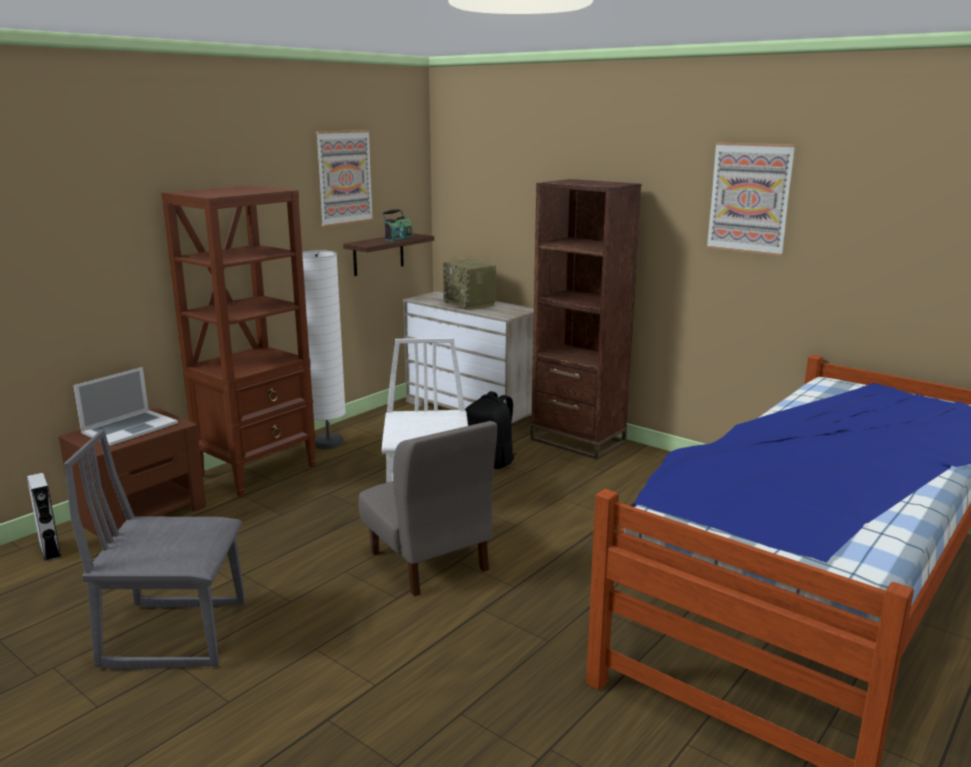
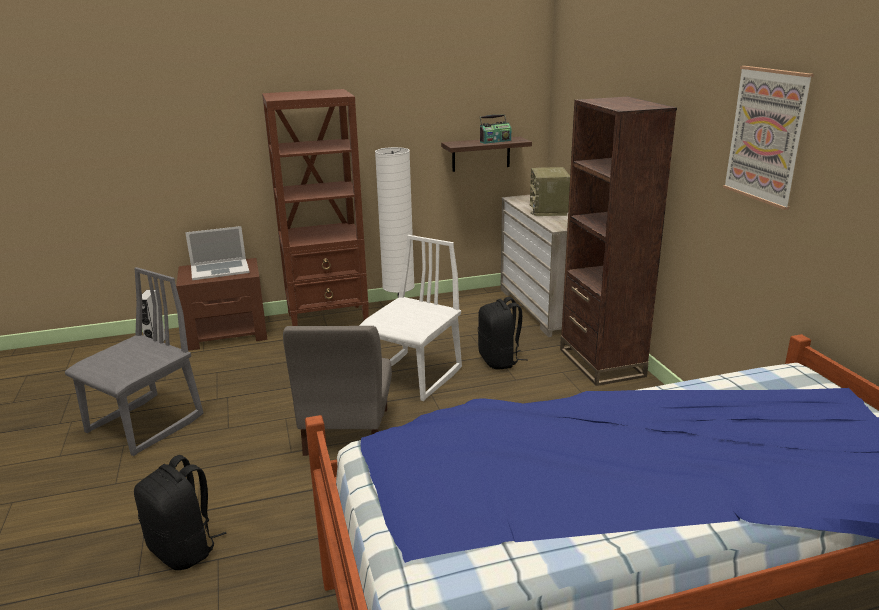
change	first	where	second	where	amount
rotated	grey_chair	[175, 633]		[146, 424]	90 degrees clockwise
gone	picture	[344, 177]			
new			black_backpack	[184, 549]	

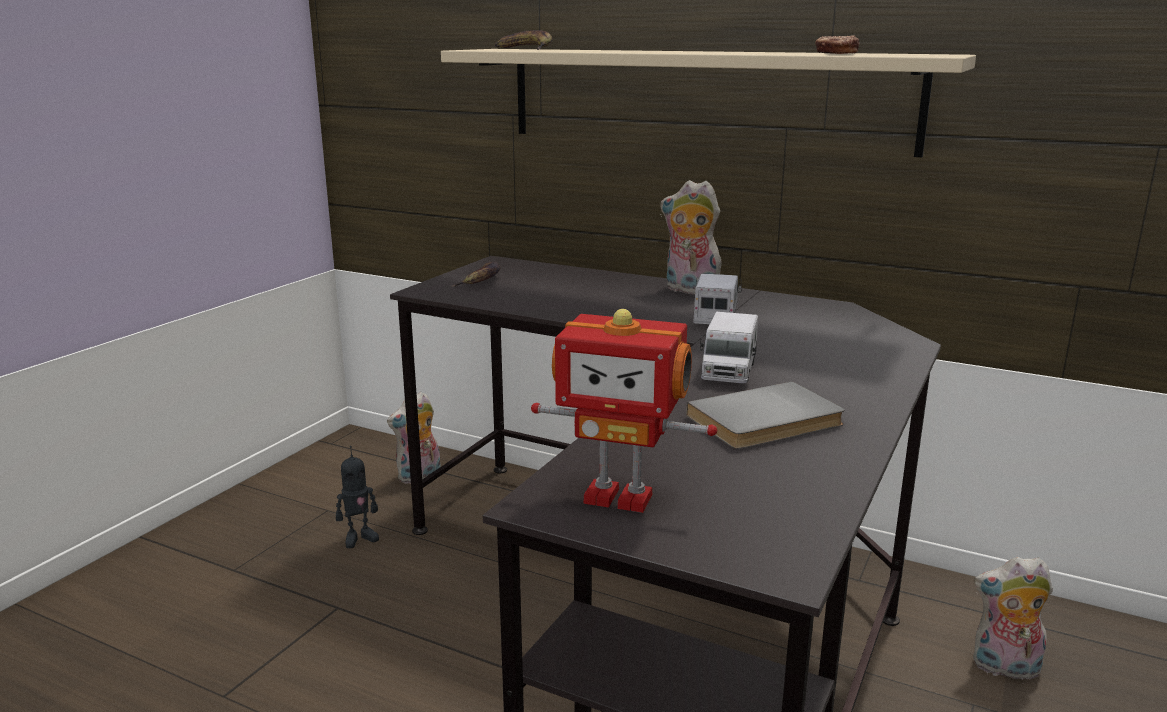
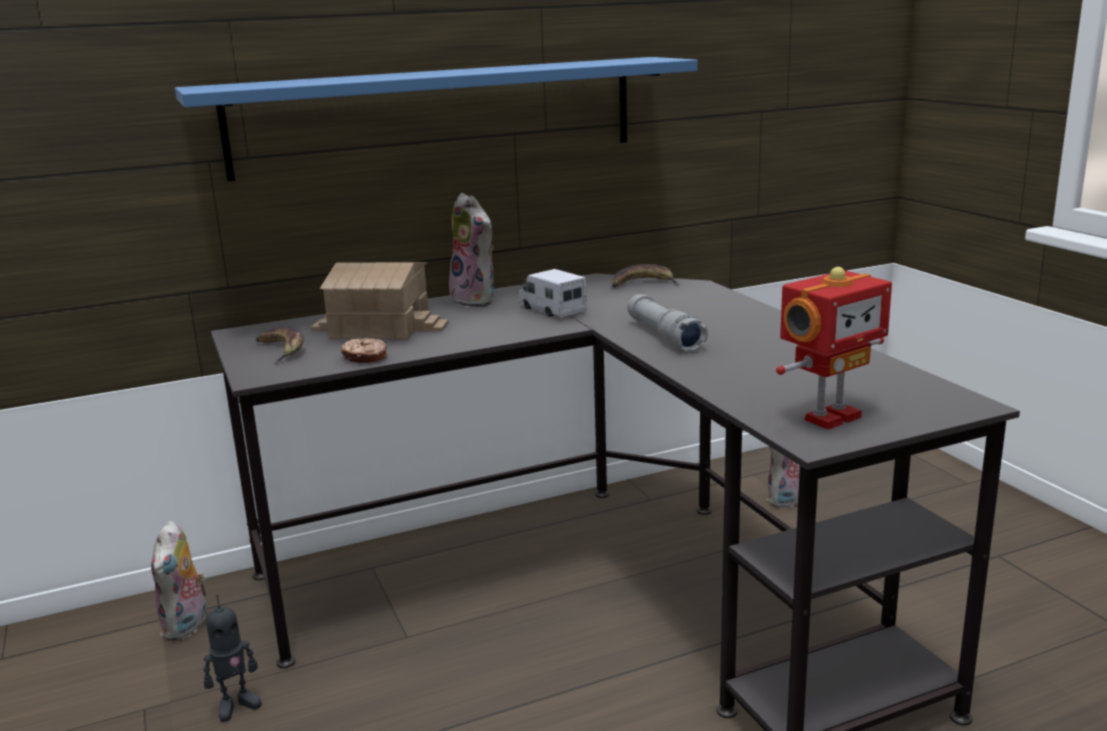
change	first	where	second	where	amount
rotated	toy_robot	[359, 538]		[237, 705]	45 degrees clockwise
repainted	beige_shelf	[703, 98]	blue_shelf	[438, 116]	
shifted	banana	[527, 49]		[643, 283]	
rotated	plush_toy	[689, 290]		[477, 300]	105 degrees counterclockwise
gone	grey_book	[768, 422]			
swapped	toy_truck	[728, 370]	grey_flashlight	[664, 336]	
shifted	donut	[836, 53]		[365, 357]	
new			toy_house	[380, 326]	

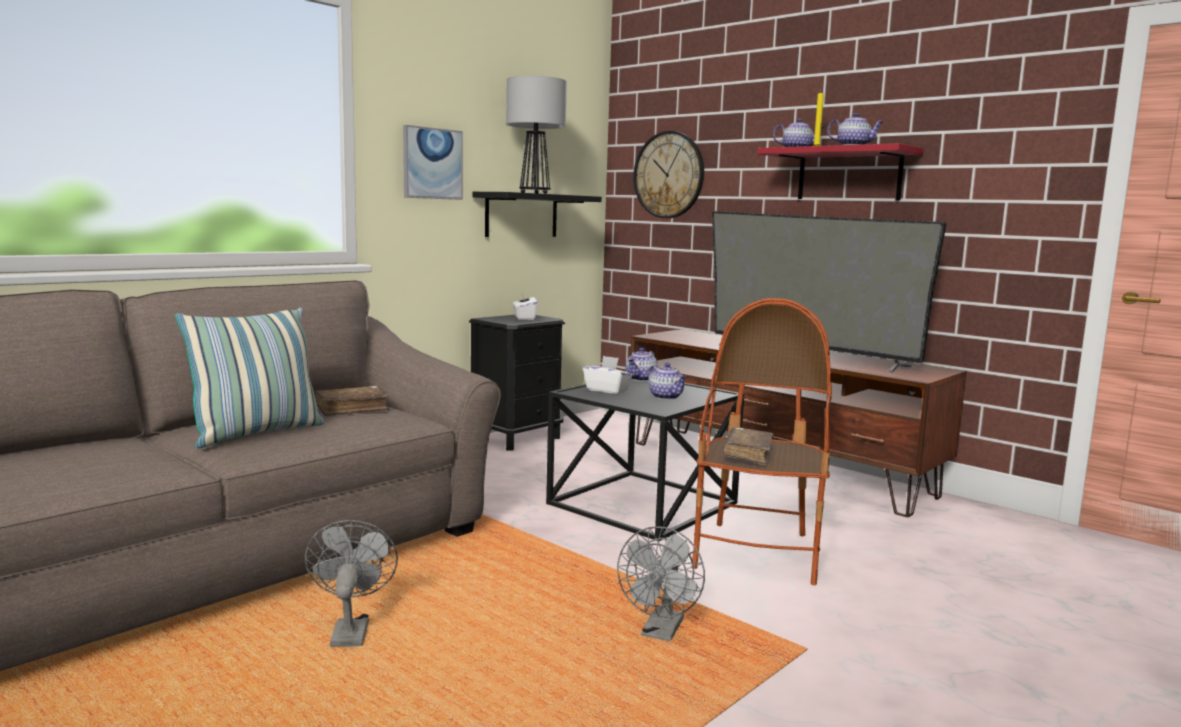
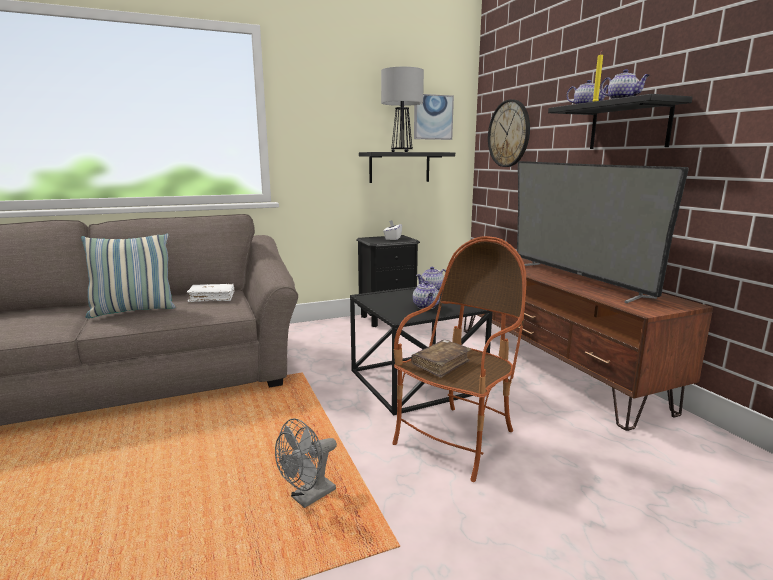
change	first	where	second	where	amount
gone	grey_fan	[350, 630]			
repainted	brown_book	[351, 409]	white_book	[212, 298]	
shifted	picture	[432, 163]		[433, 117]	
gone	white_tissue_box	[607, 390]			
repainted	red_shelf	[849, 175]	black_shelf	[629, 126]	

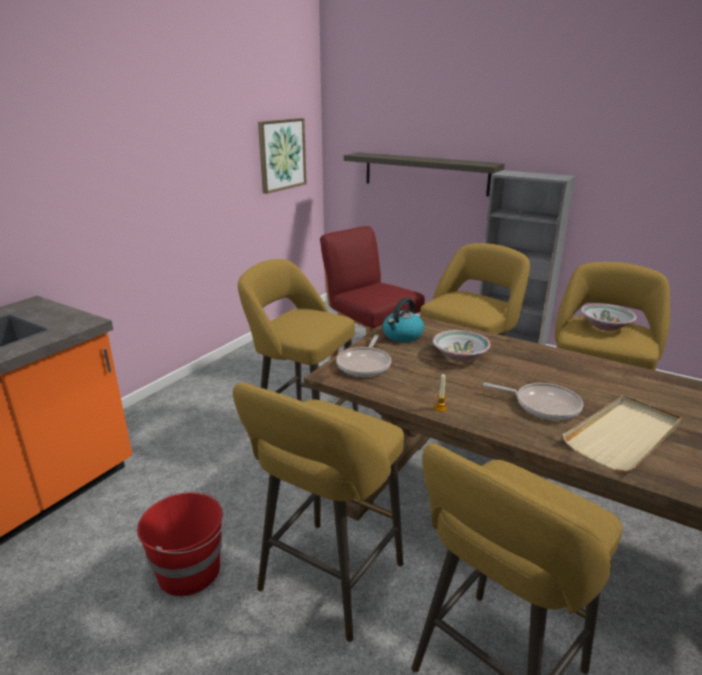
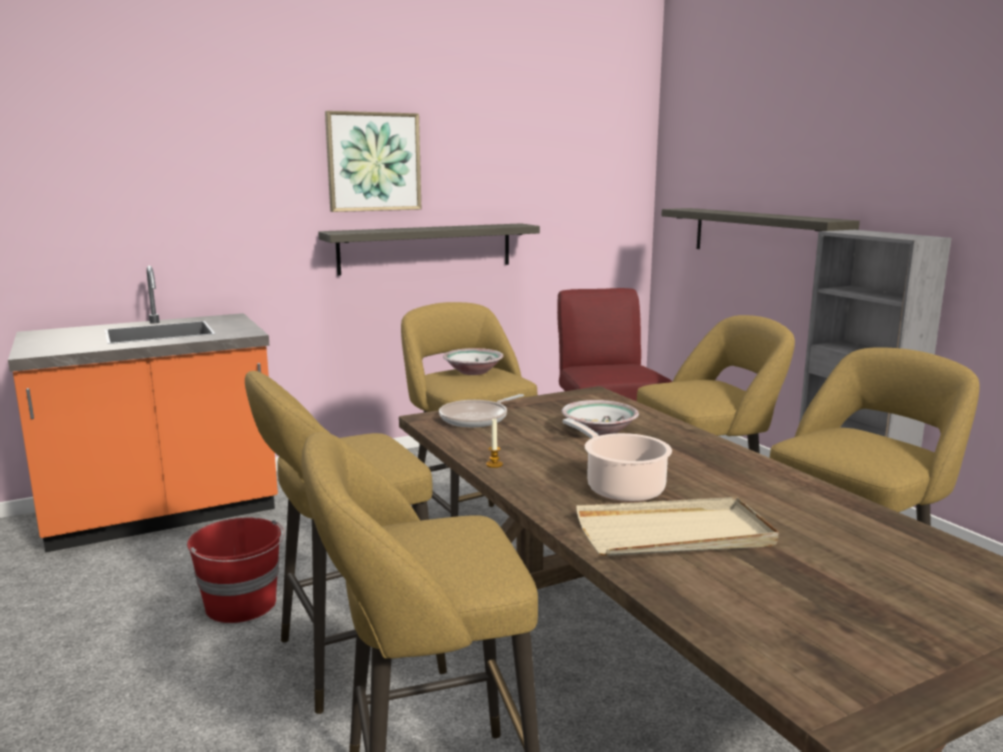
change	first	where	second	where	amount
shifted	picture	[281, 154]		[373, 162]	
gone	kettle	[402, 335]			
swapped	frying_pan	[543, 405]	cooking_pot	[621, 488]	
shifted	bowl	[605, 326]		[472, 372]	
new			shelf	[426, 248]	

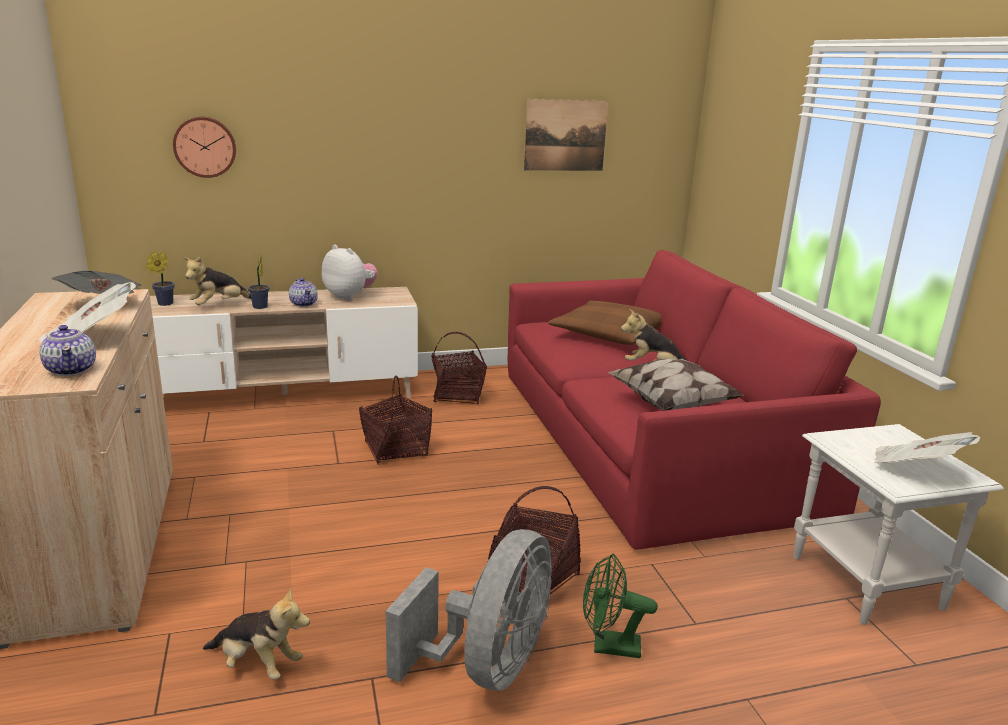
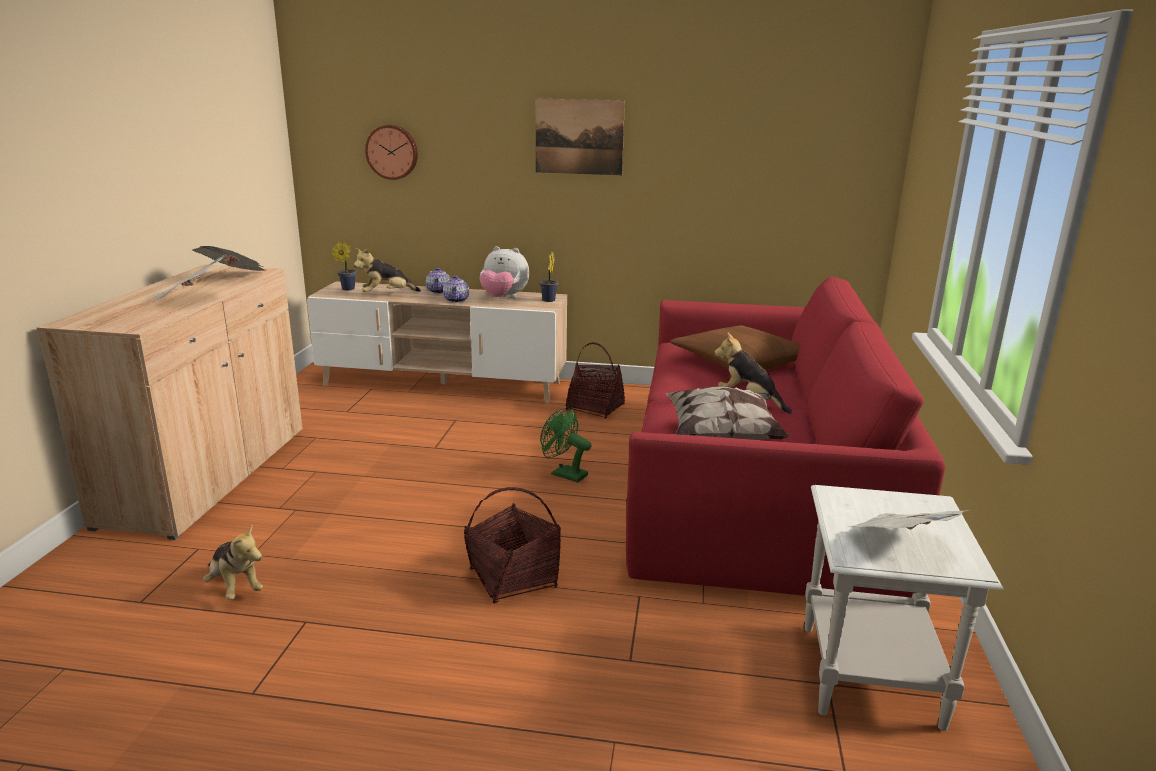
change	first	where	second	where	amount
shifted	teapot	[71, 369]		[439, 291]	
shifted	potted_plant	[260, 307]		[548, 301]	
rotated	plush_toy	[350, 296]		[503, 298]	135 degrees clockwise
gone	basket	[396, 449]			
gone	grey_fan	[487, 666]			
shifted	picture	[565, 135]		[579, 137]	
shifted	green_fan	[608, 646]		[564, 474]	

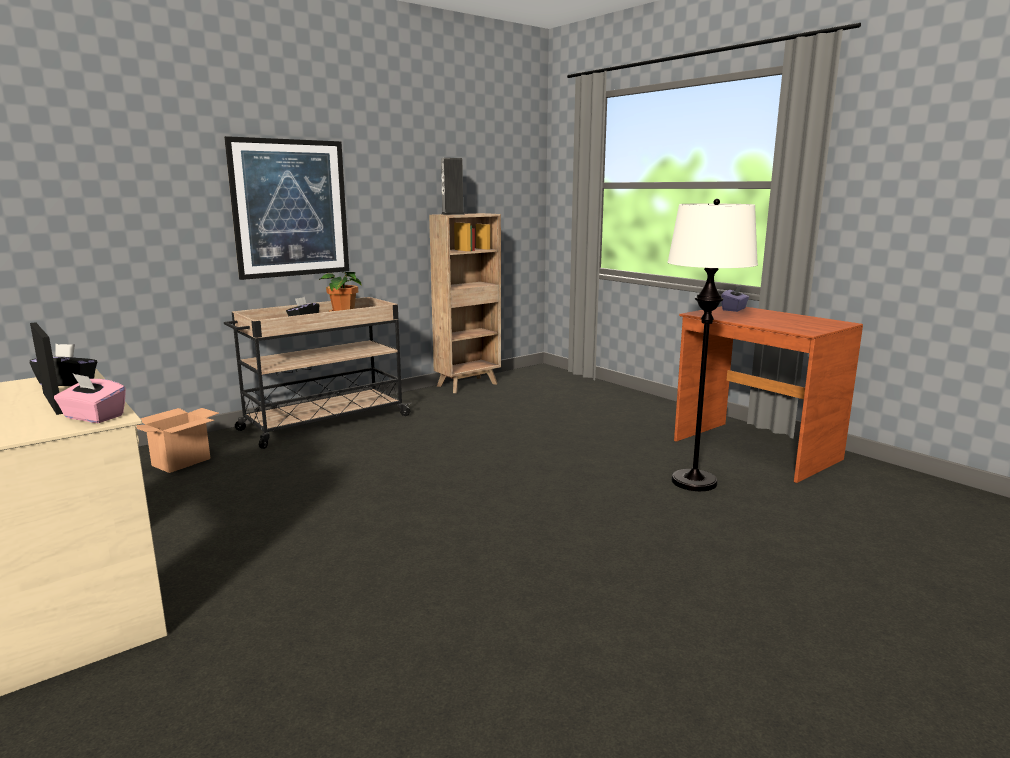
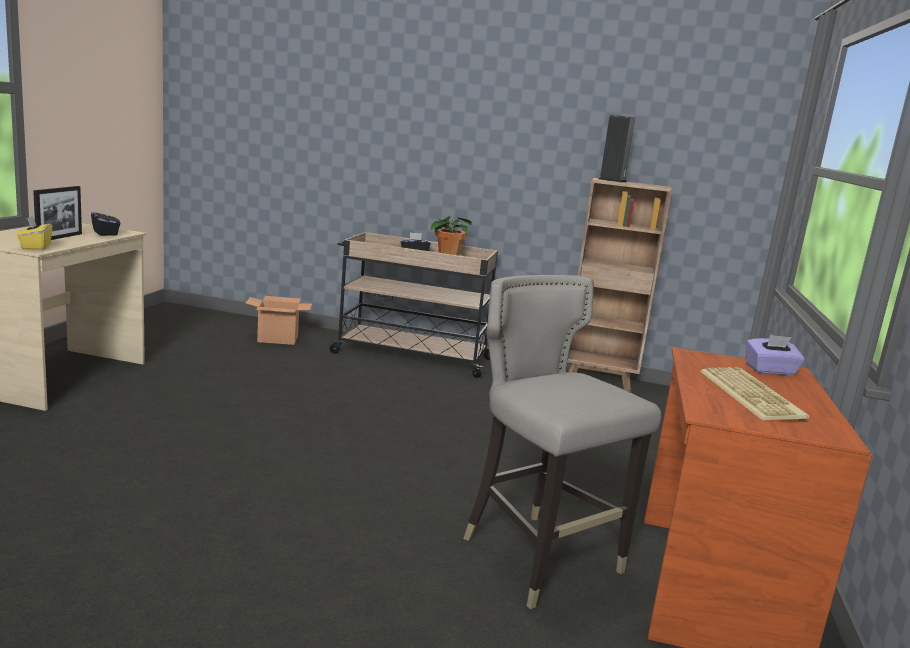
change	first	where	second	where	amount
repainted	pink_tissue_box	[93, 417]	yellow_tissue_box	[35, 247]	
gone	picture	[290, 208]			
swapped	white_floor_lamp	[693, 481]	grey_stool	[538, 557]	
new			keyboard	[752, 395]	

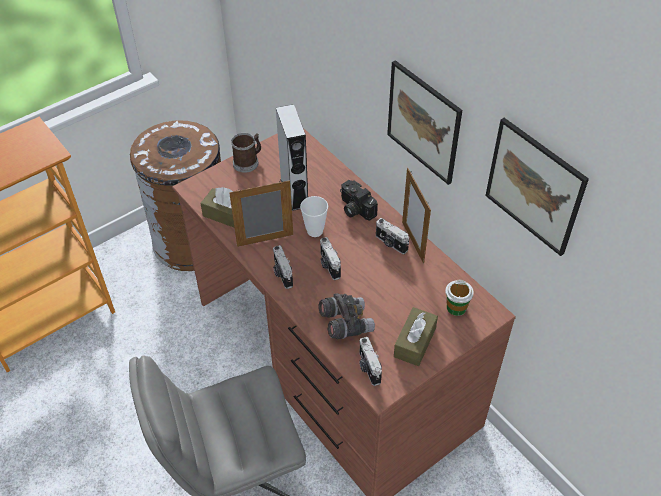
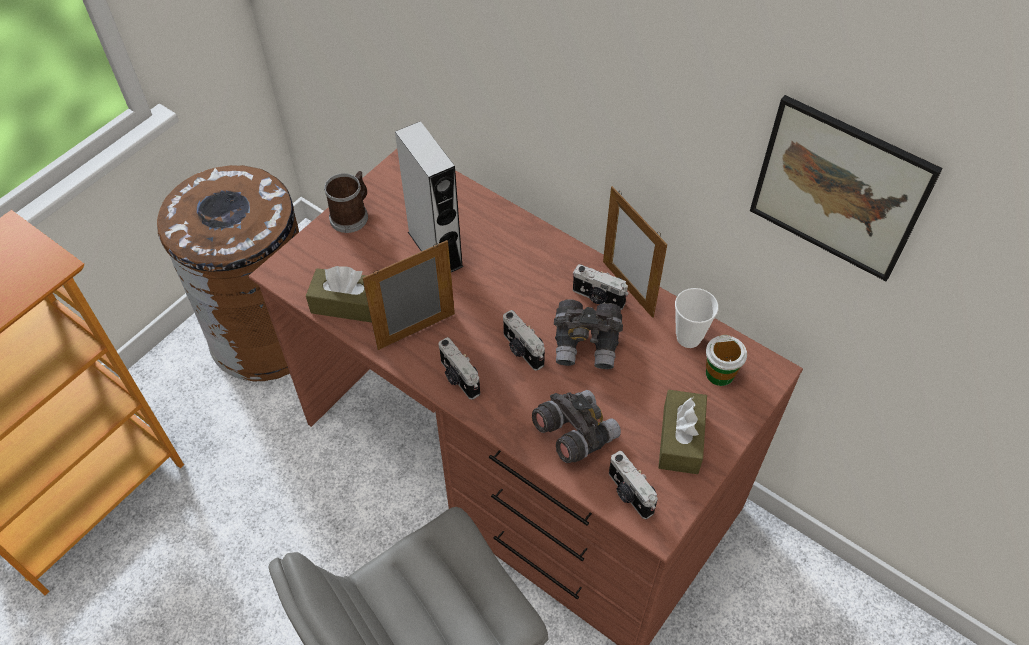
change	first	where	second	where	amount
shifted	cup	[315, 231]		[688, 338]	
gone	photo_camera	[355, 208]			
gone	picture	[423, 122]			
new			grey_binoculars	[587, 343]	

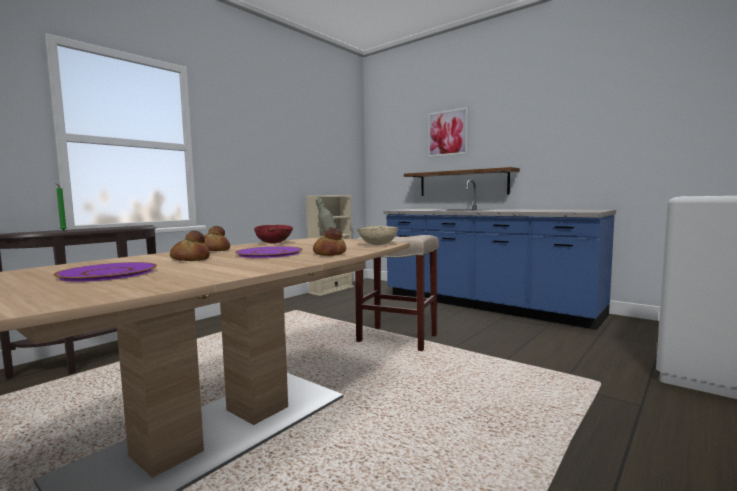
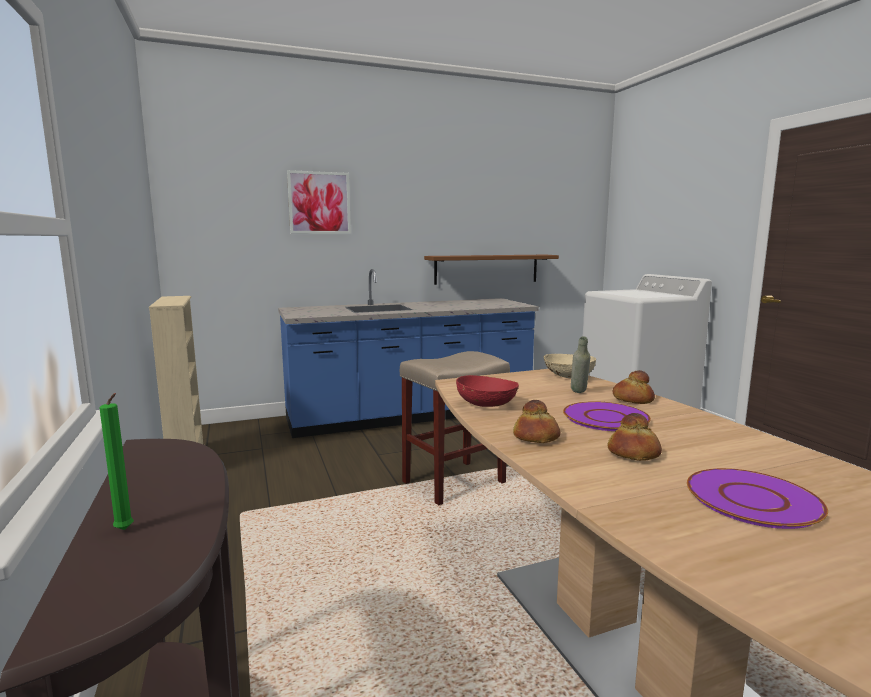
change	first	where	second	where	amount
shifted	brown_shelf	[462, 183]		[486, 269]	

